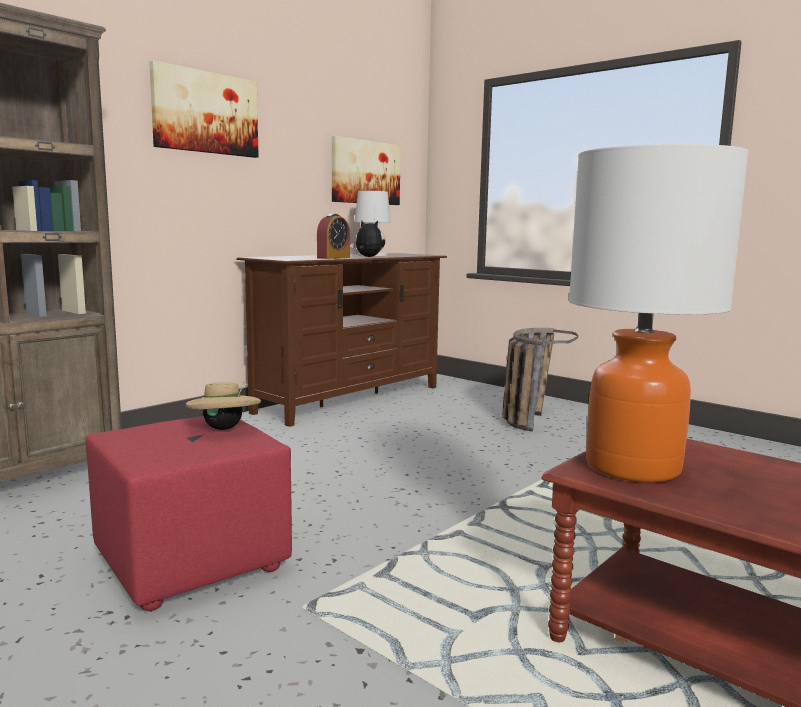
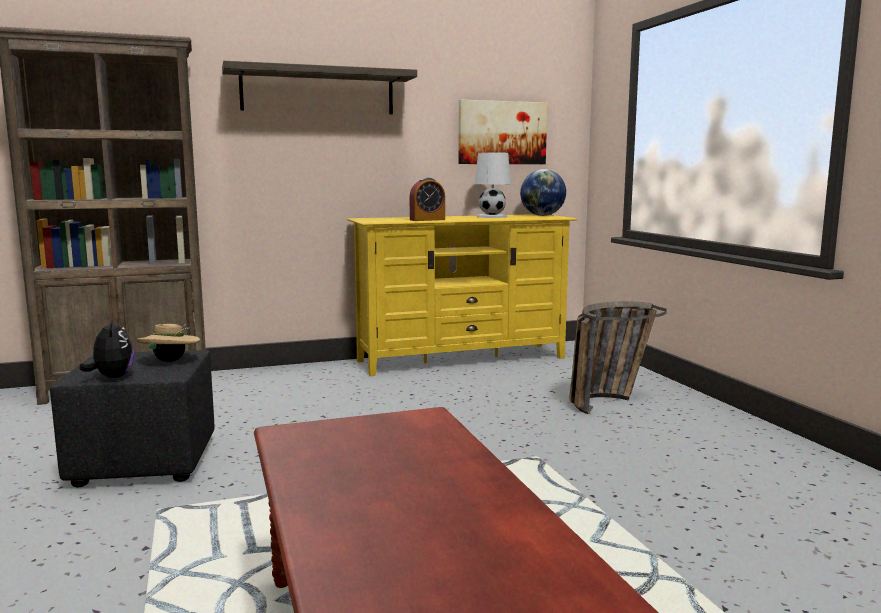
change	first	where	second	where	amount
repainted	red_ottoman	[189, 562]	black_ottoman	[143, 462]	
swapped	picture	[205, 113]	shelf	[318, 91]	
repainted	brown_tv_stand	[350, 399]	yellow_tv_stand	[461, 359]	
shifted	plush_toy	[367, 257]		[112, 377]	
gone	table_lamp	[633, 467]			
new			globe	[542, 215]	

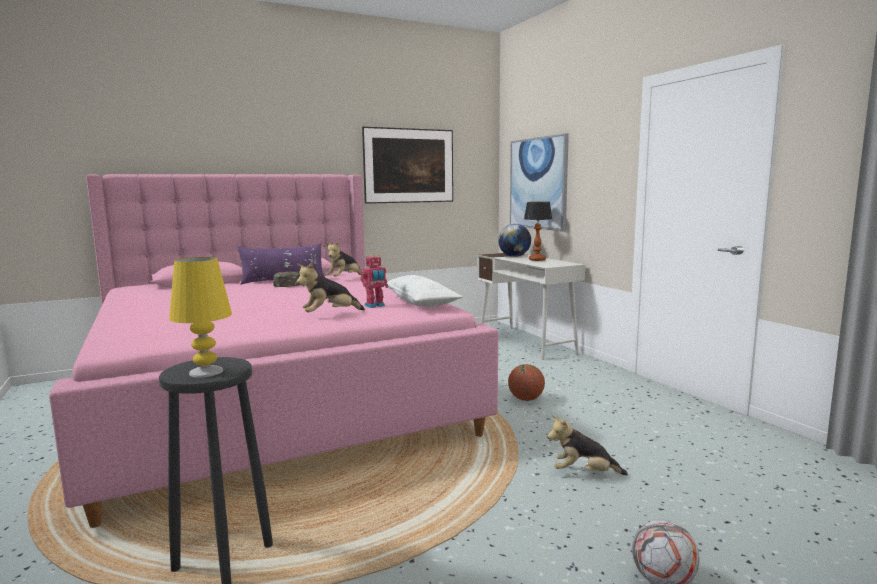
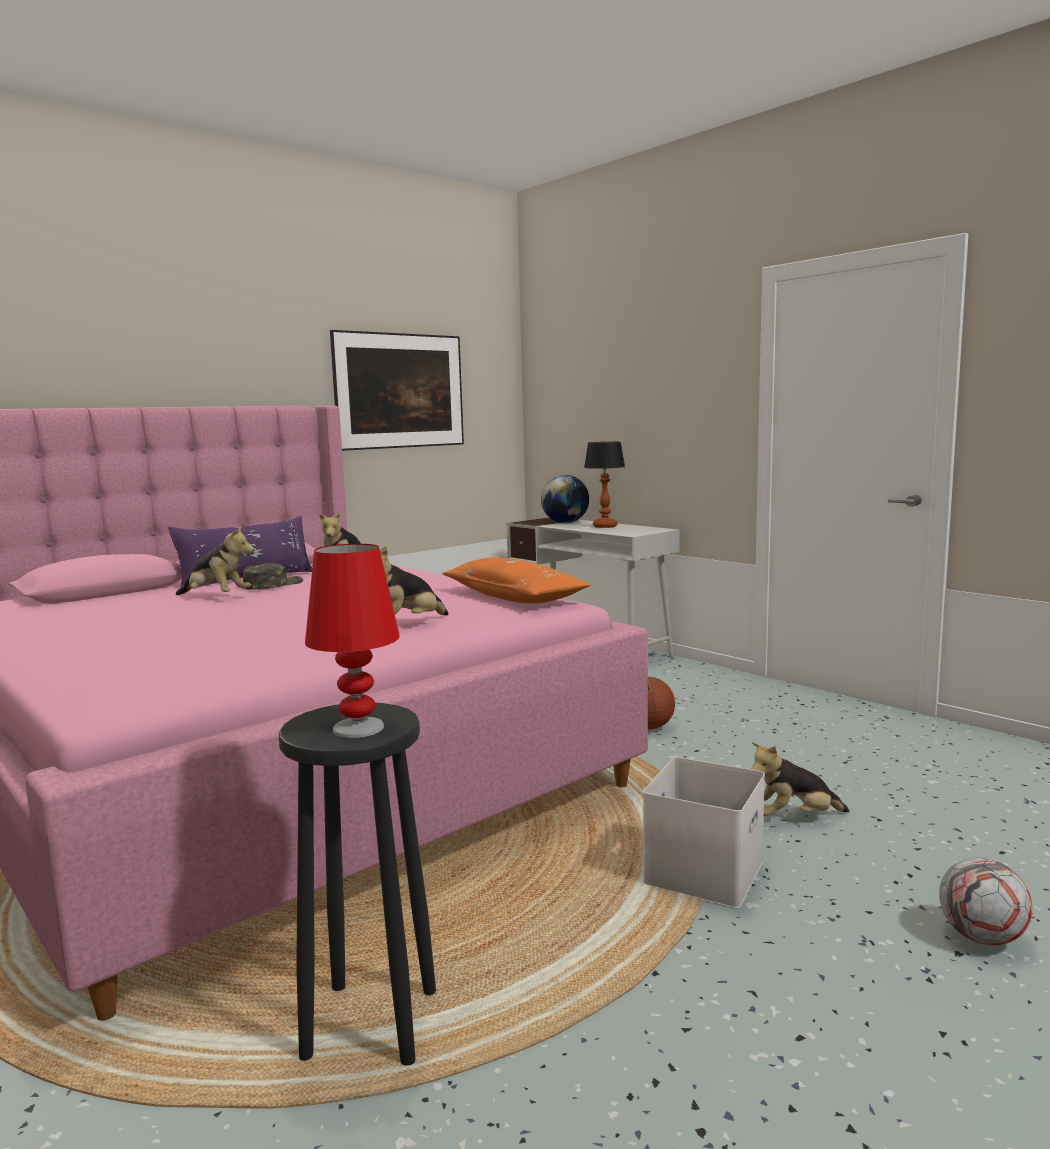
change	first	where	second	where	amount
repainted	yellow_table_lamp	[206, 372]	red_table_lamp	[358, 728]	
gone	toy_robot	[375, 306]			
repainted	white_pillow	[420, 302]	orange_pillow	[514, 597]	
gone	picture	[538, 183]			
new			plush_toy	[216, 597]	
new			white_storage_box	[705, 874]	

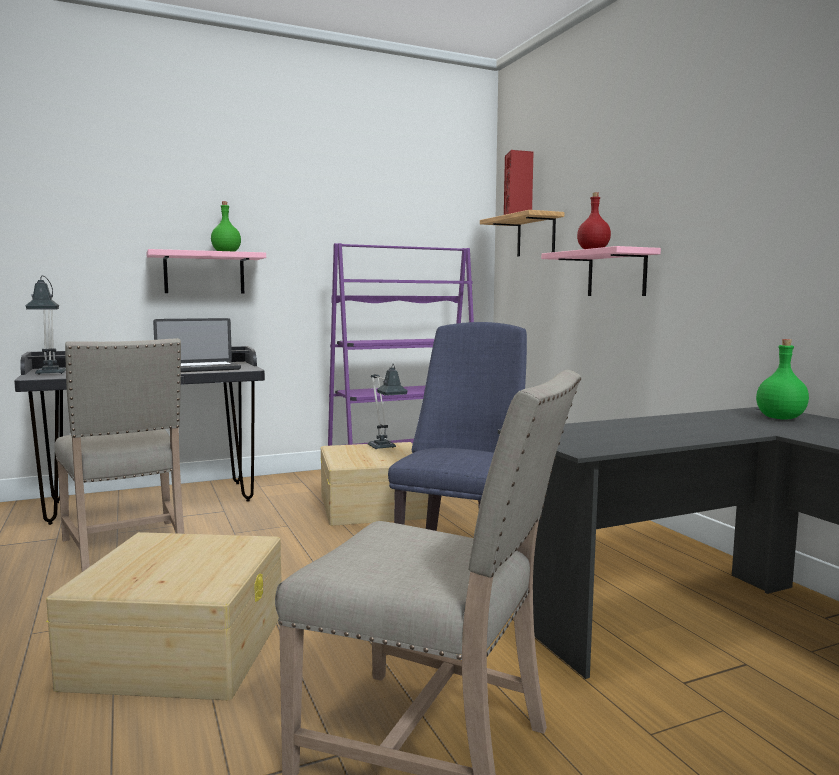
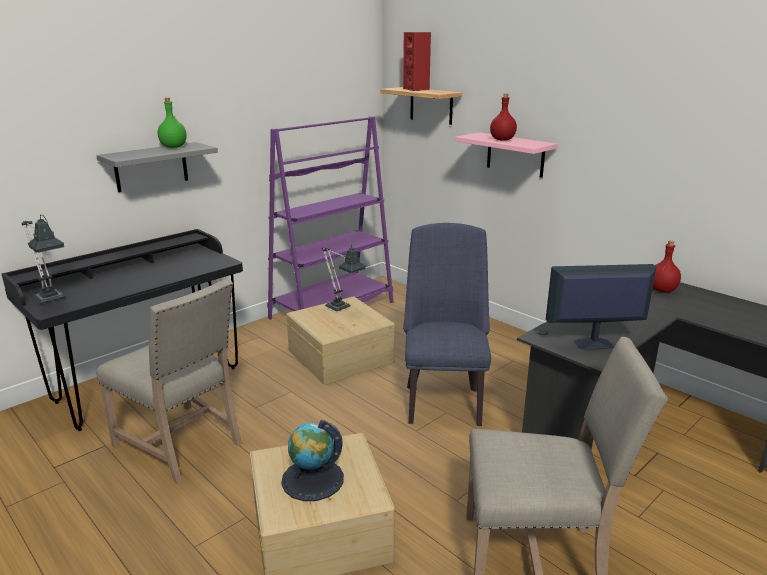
change	first	where	second	where	amount
repainted	pink_shelf	[204, 273]	grey_shelf	[151, 167]	
gone	laptop	[198, 369]			
repainted	green_bottle	[781, 418]	red_bottle	[662, 290]	
new			globe	[312, 479]	
new			monitor	[592, 344]	

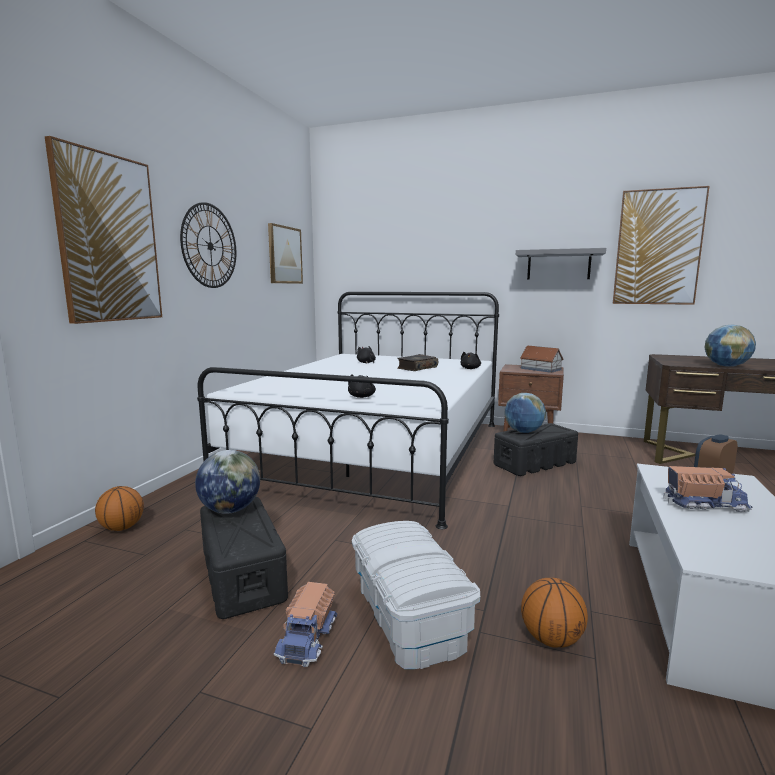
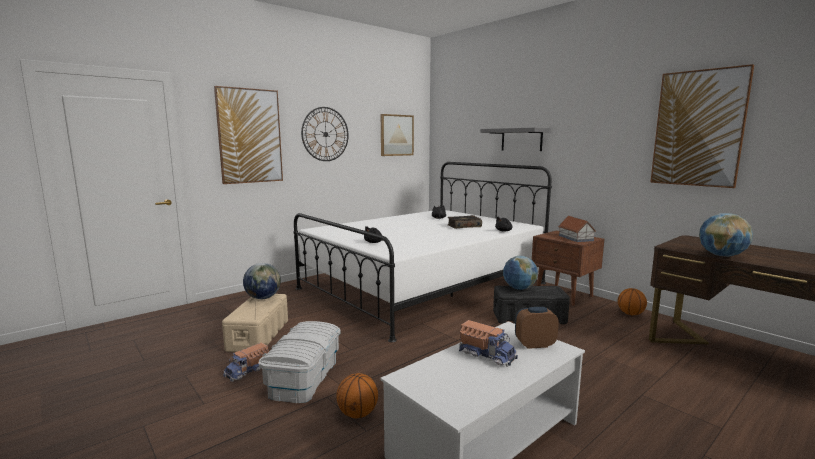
change	first	where	second	where	amount
shifted	basketball	[122, 528]		[630, 314]	
repainted	black_storage_box	[242, 574]	beige_storage_box	[259, 335]	
shifted	grey_shelf	[558, 265]		[521, 139]	

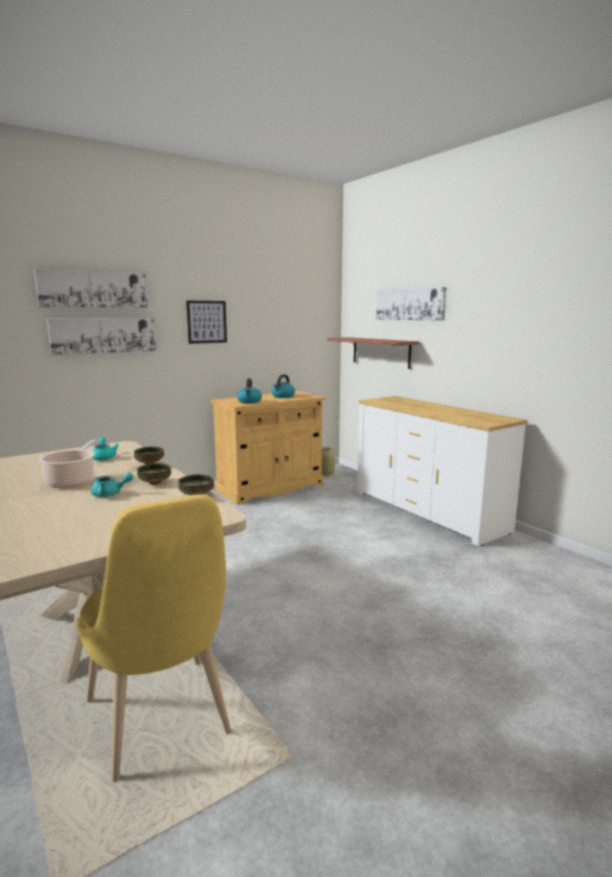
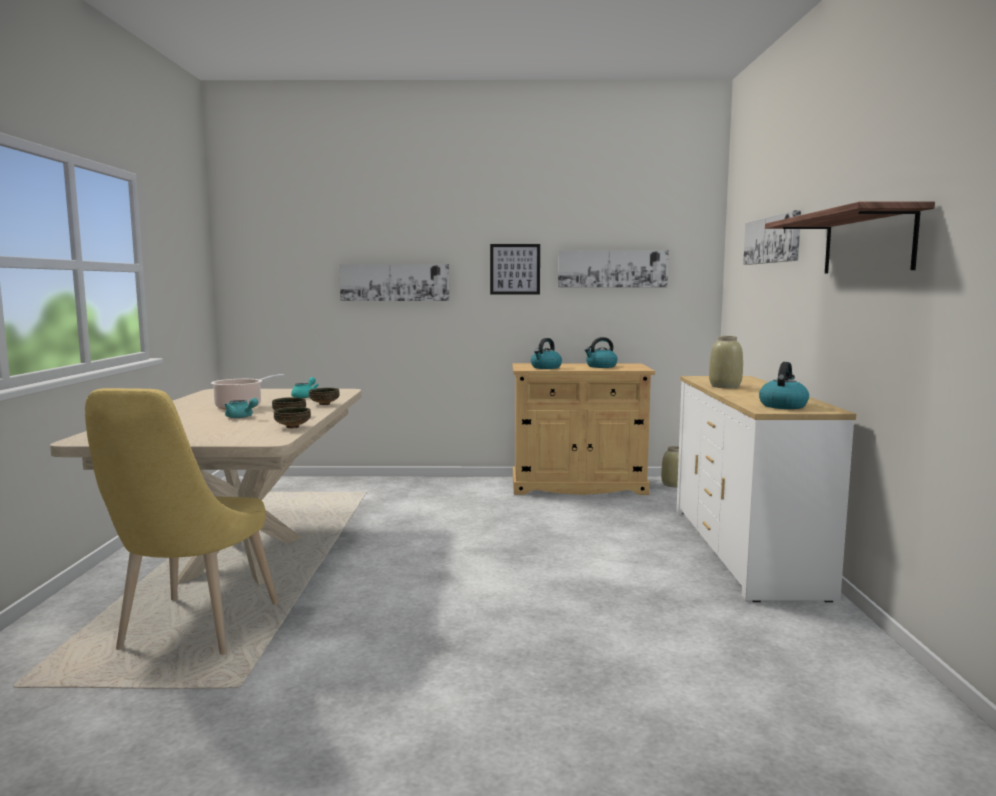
change	first	where	second	where	amount
shifted	picture	[93, 289]		[612, 268]	
shifted	shelf	[380, 352]		[867, 243]	
new			beige_vase	[724, 386]	
new			kettle	[783, 406]	

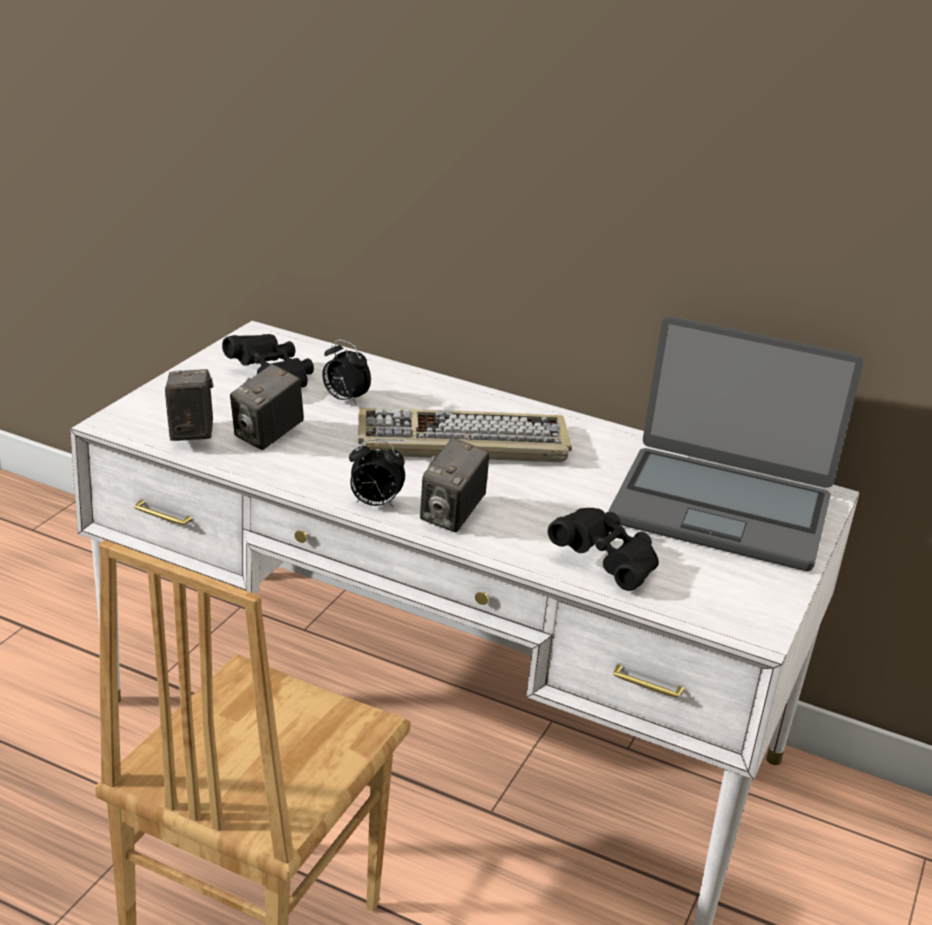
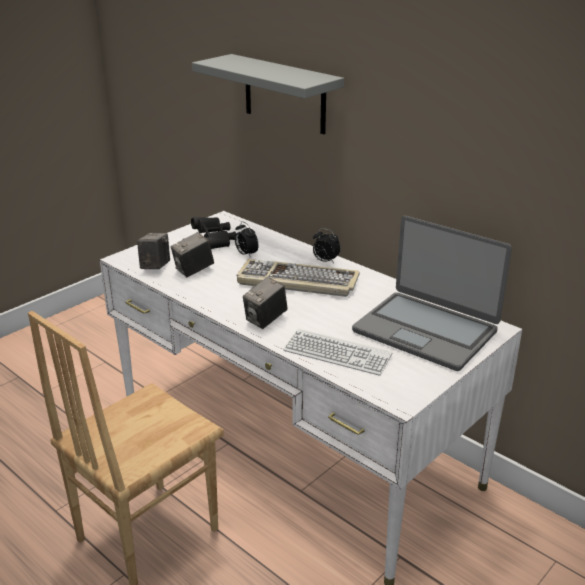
change	first	where	second	where	amount
shifted	alarm_clock	[374, 504]		[325, 261]	
swapped	black_binoculars	[606, 562]	keyboard	[337, 353]	
new			grey_shelf	[284, 94]	

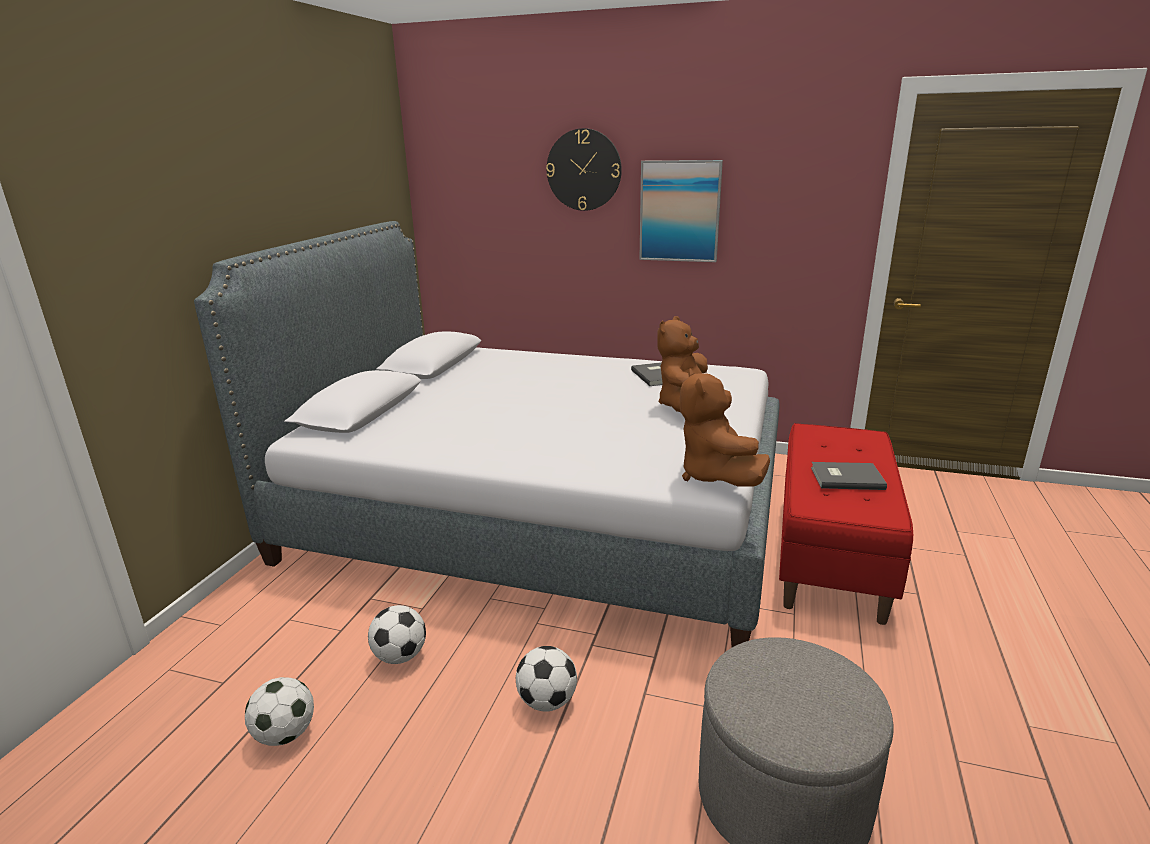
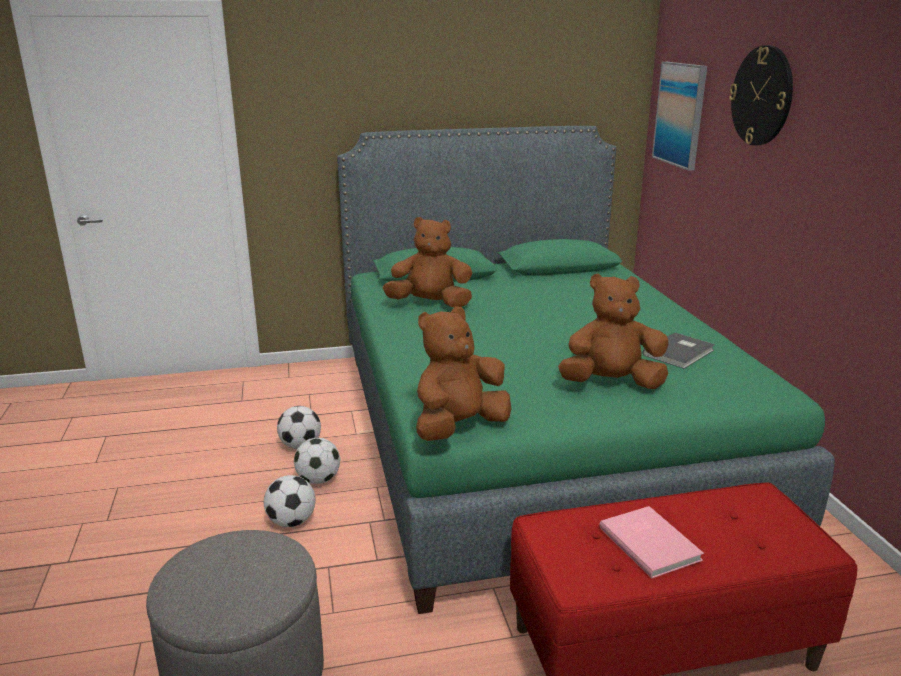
change	first	where	second	where	amount
repainted	grey_bed	[539, 514]	green_bed	[529, 436]	
shifted	football	[285, 734]		[318, 480]	
shifted	picture	[679, 211]		[680, 114]	
repainted	grey_book	[845, 477]	pink_book	[650, 542]	
new			brown_plush_toy	[430, 304]	

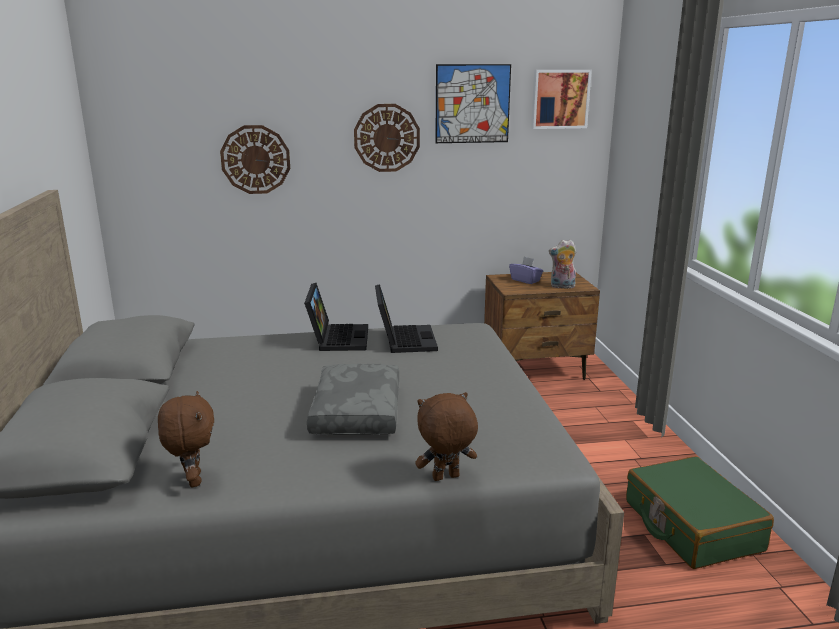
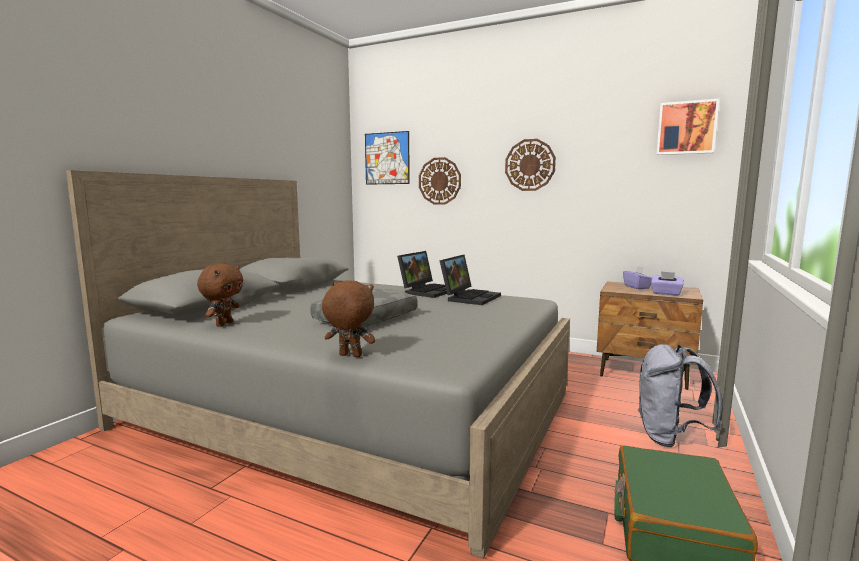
change	first	where	second	where	amount
shifted	picture	[472, 104]		[387, 158]	
swapped	plush_toy	[562, 287]	purple_tissue_box	[666, 293]	
new			grey_backpack	[670, 438]	

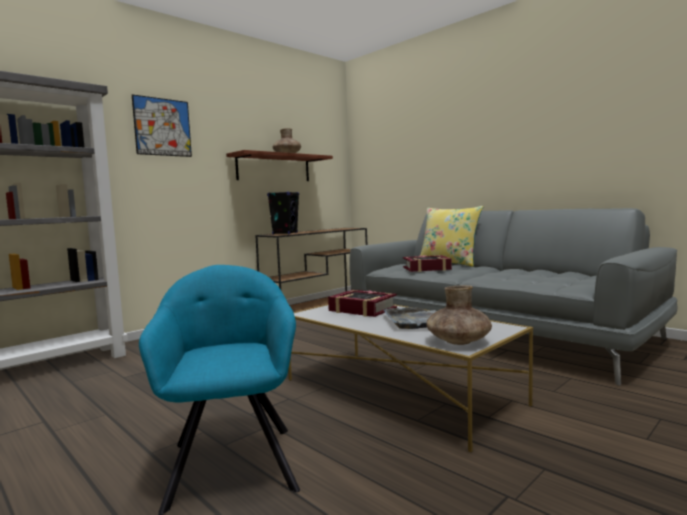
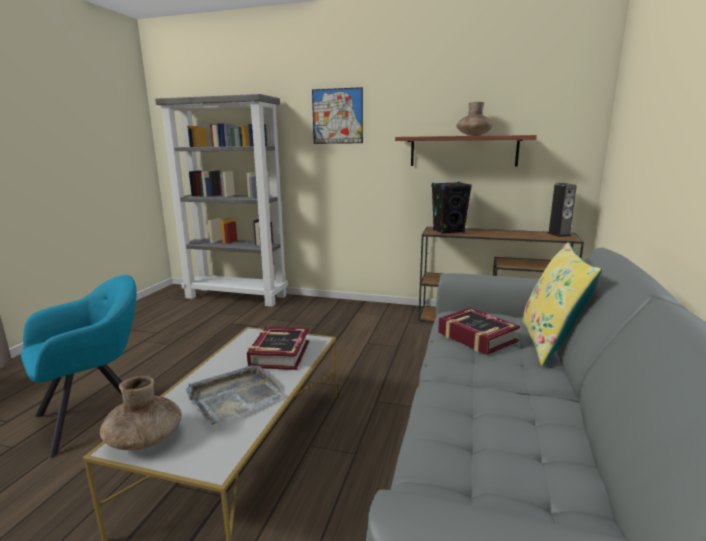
change	first	where	second	where	amount
new			speaker	[559, 234]	

